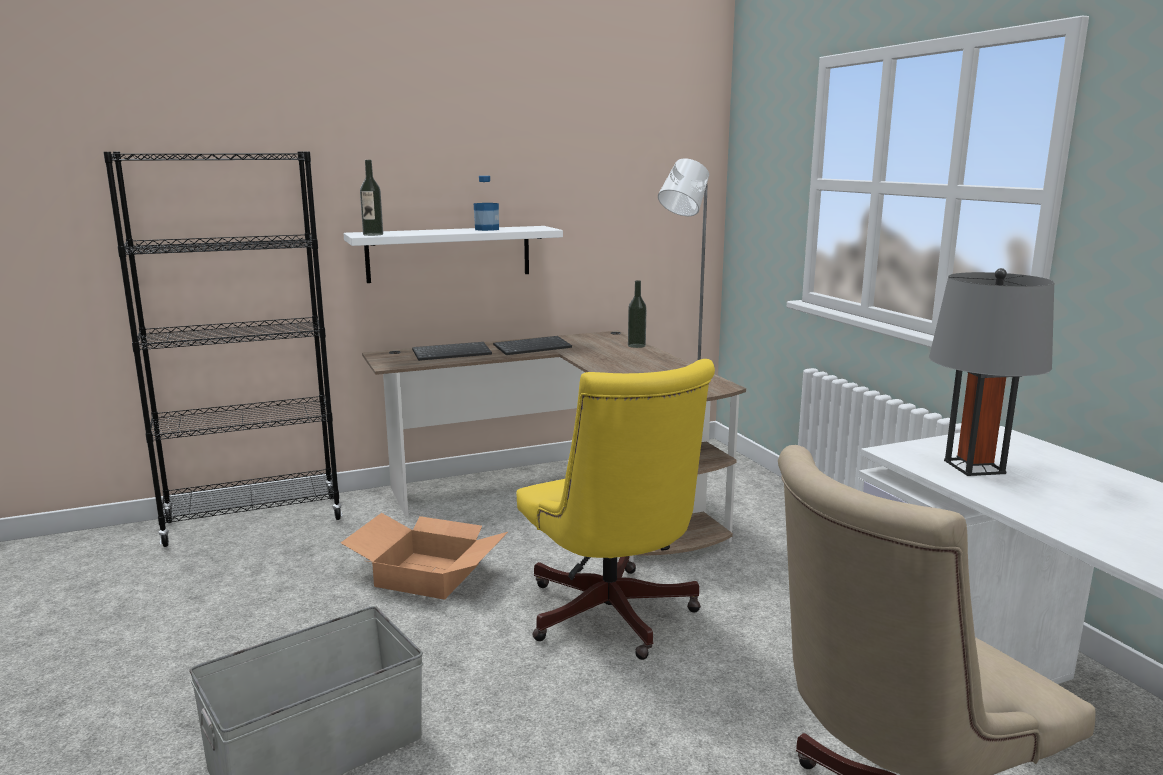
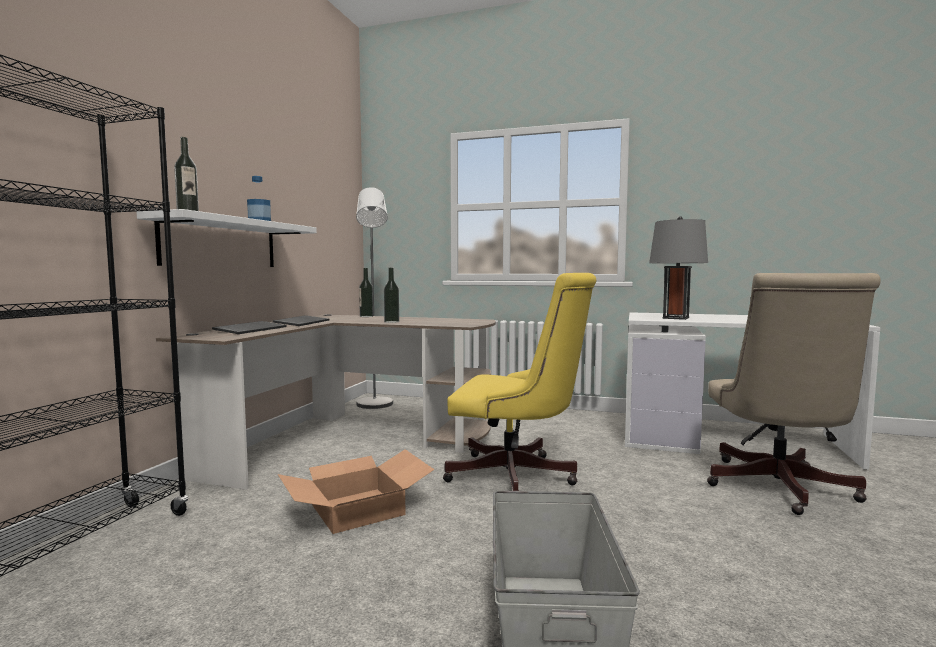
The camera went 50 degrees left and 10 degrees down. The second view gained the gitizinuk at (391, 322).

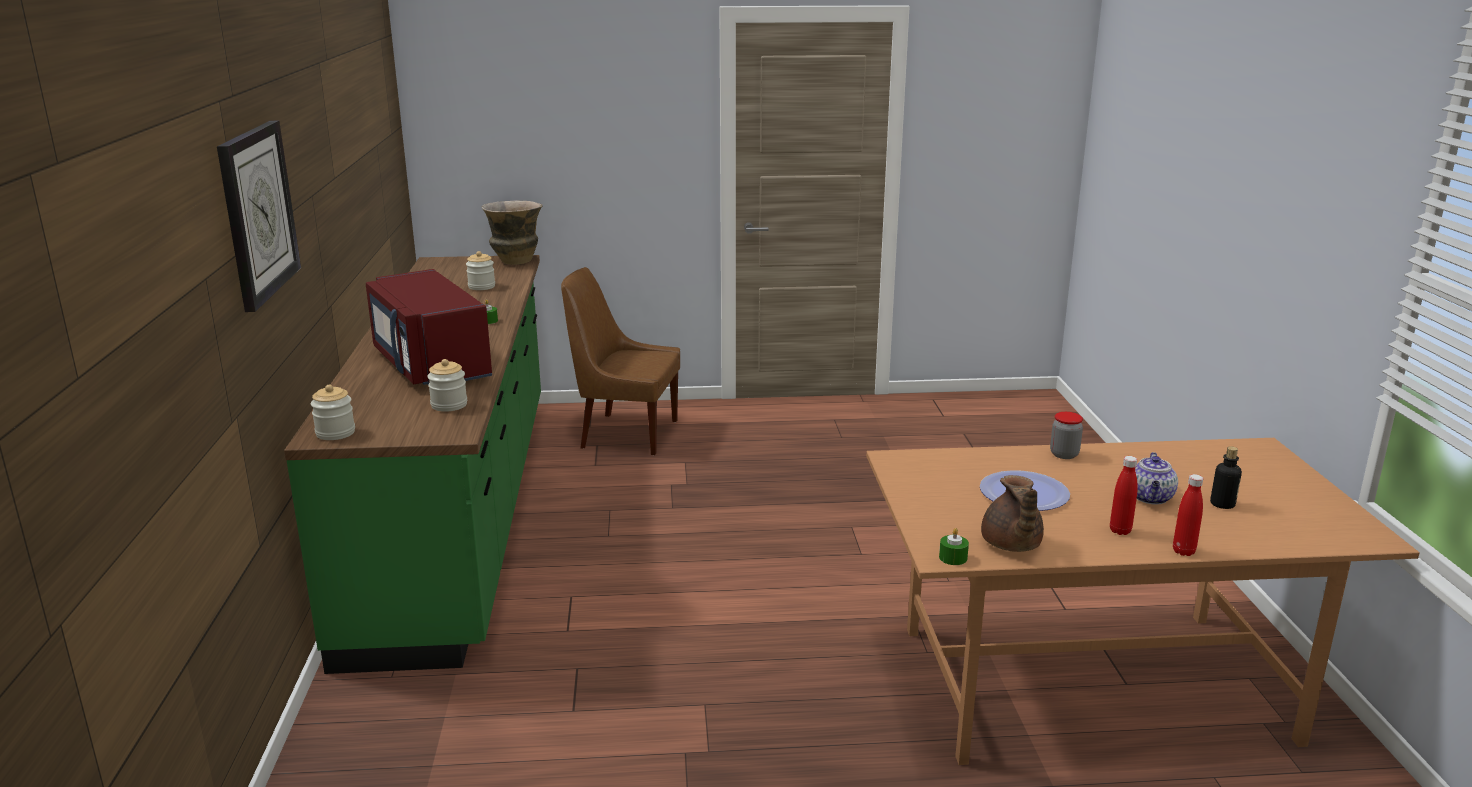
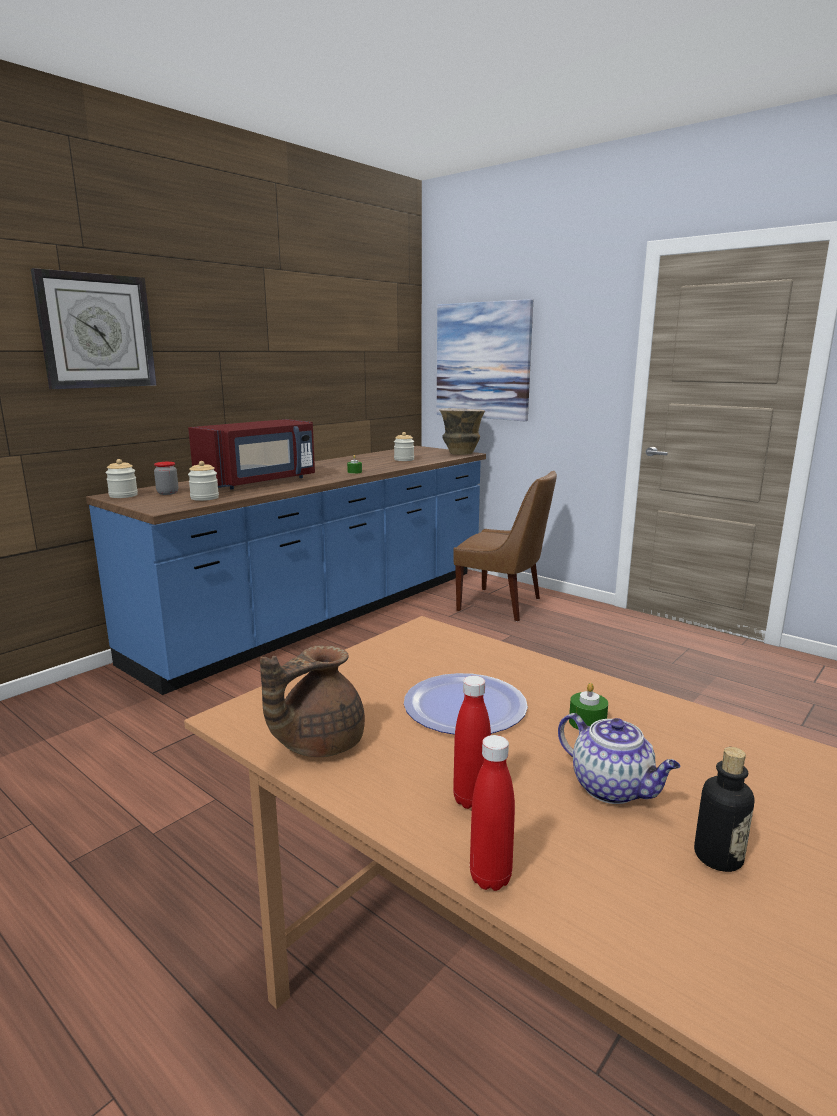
The camera went 45 degrees right and 5 degrees down. What was the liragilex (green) at (460, 513) turned into the liragilex (blue) at (327, 613). The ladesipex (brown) at (625, 434) ended up facing another way, 150 degrees clockwise from before. The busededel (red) at (430, 365) ended up facing another way, 150 degrees counterclockwise from before. The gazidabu ended up elsewhere, having gone from (1064, 454) to (167, 493). The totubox at (1151, 498) ended up facing another way, 105 degrees counterclockwise from before. The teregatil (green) ended up elsewhere, having gone from (953, 558) to (587, 722). The second view gained the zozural at (483, 361).

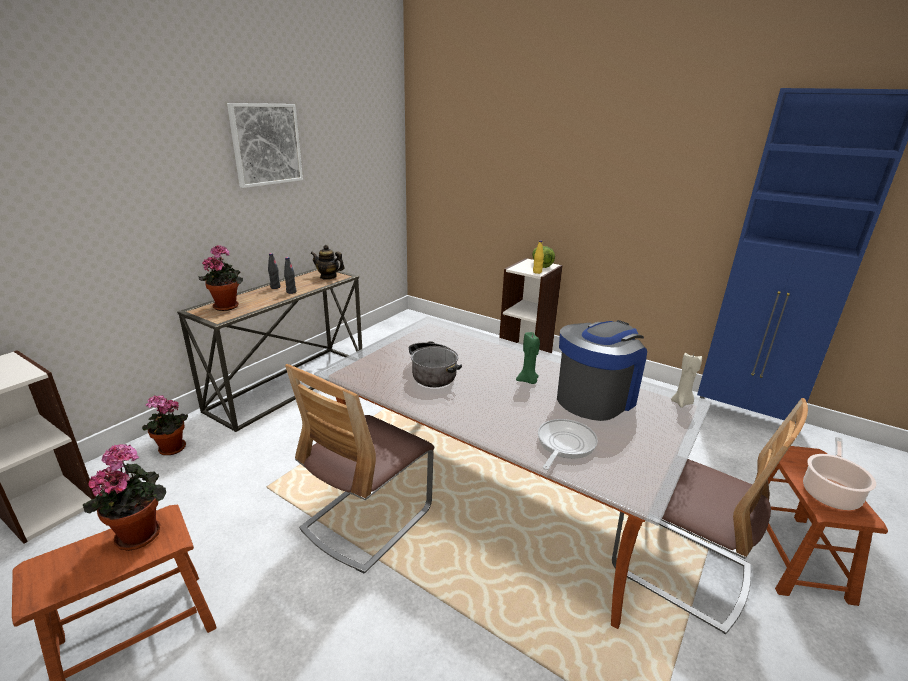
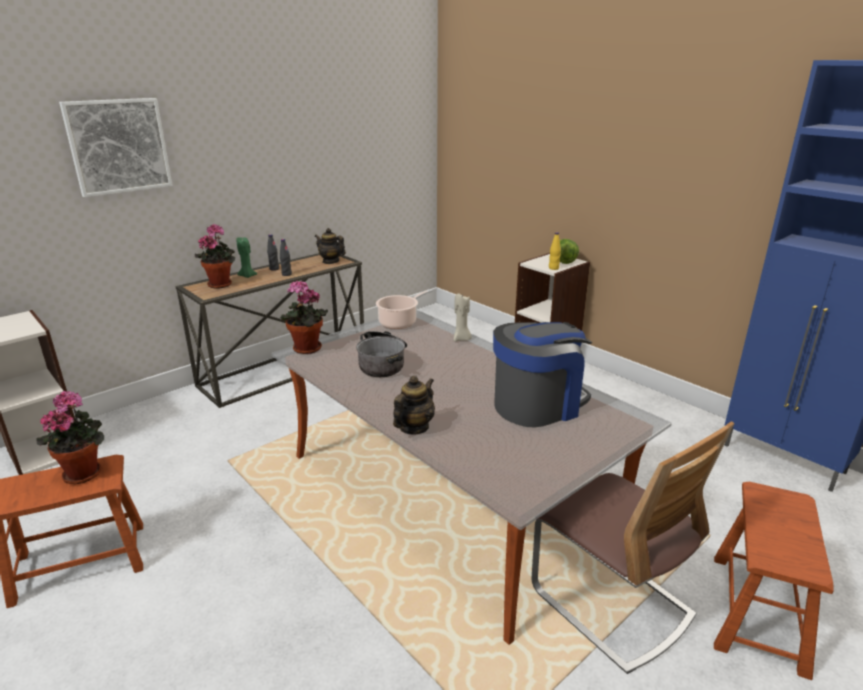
The camera went 15 degrees right and 0 degrees up. The zozural ended up elsewhere, having gone from (266, 144) to (118, 146). The teregatil (green) ended up elsewhere, having gone from (528, 381) to (247, 276). The teregatil (beige) ended up elsewhere, having gone from (682, 403) to (461, 339). The second view lost the ladesipex at (367, 519). The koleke ended up elsewhere, having gone from (171, 450) to (306, 350). The second view lost the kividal at (564, 444). The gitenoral ended up elsewhere, having gone from (830, 492) to (399, 322). The second view gained the totubox at (414, 427).

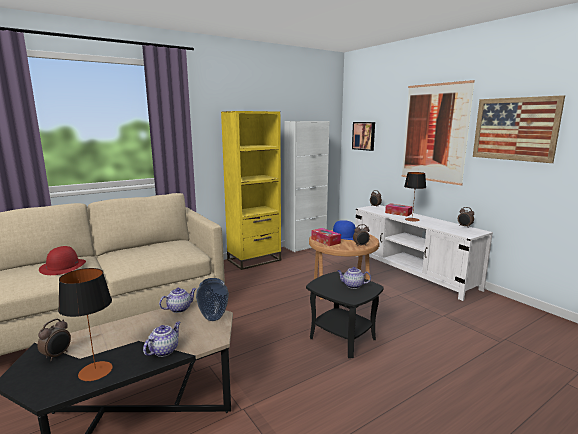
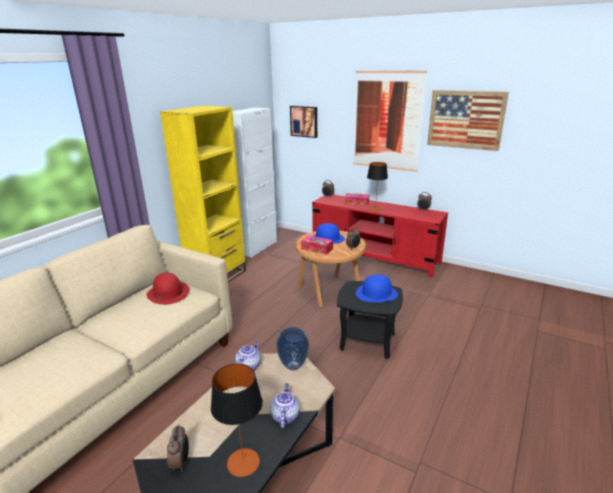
The camera went 25 degrees left and 10 degrees up. What was the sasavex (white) at (411, 271) turned into the sasavex (red) at (375, 256). The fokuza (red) ended up elsewhere, having gone from (63, 266) to (168, 293). Where the totubox stood at (352, 285), the fokuza (blue) came to stand at (376, 293).

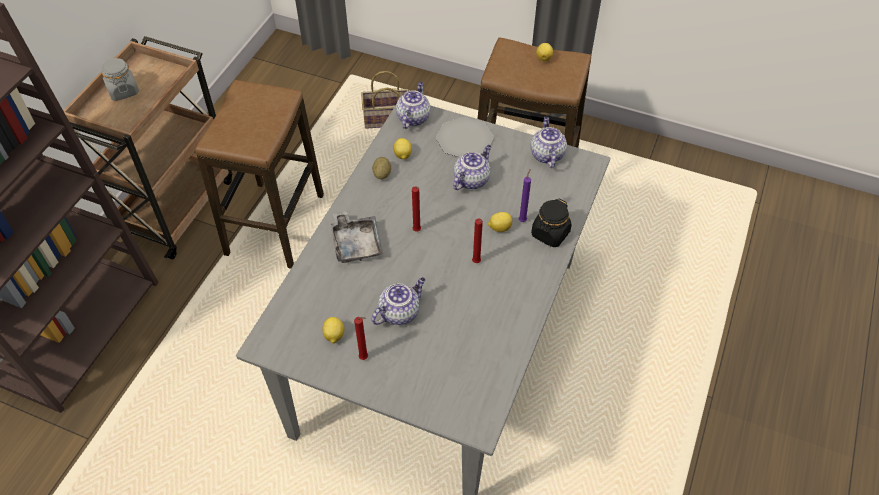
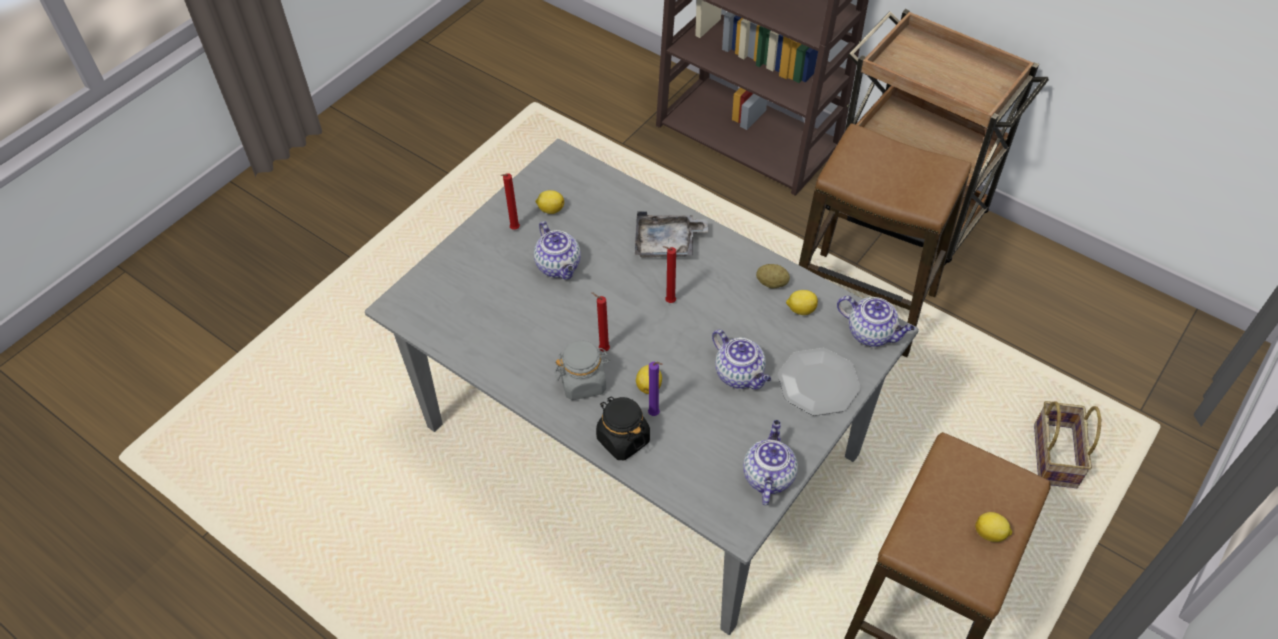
The camera went 105 degrees right and 0 degrees up. The gazidabu (grey) ended up elsewhere, having gone from (123, 91) to (583, 382). The totubox at (546, 154) ended up facing another way, 90 degrees counterclockwise from before.

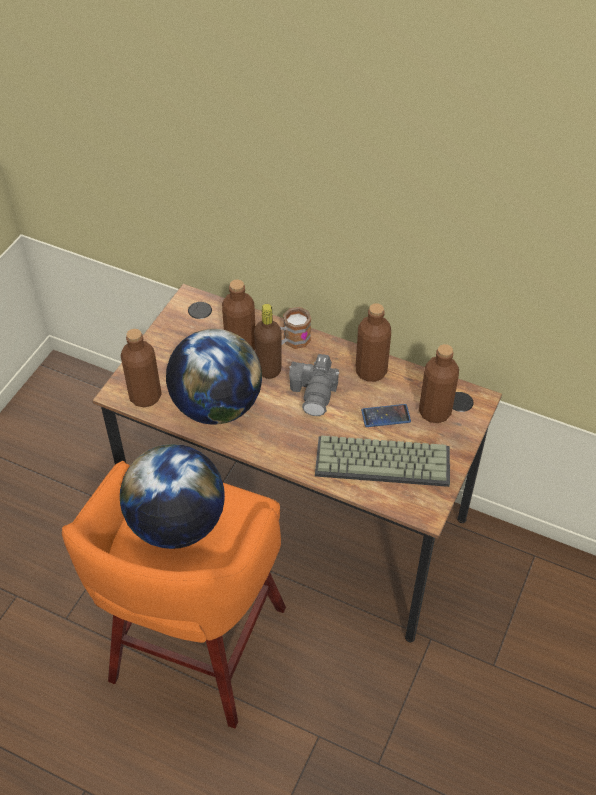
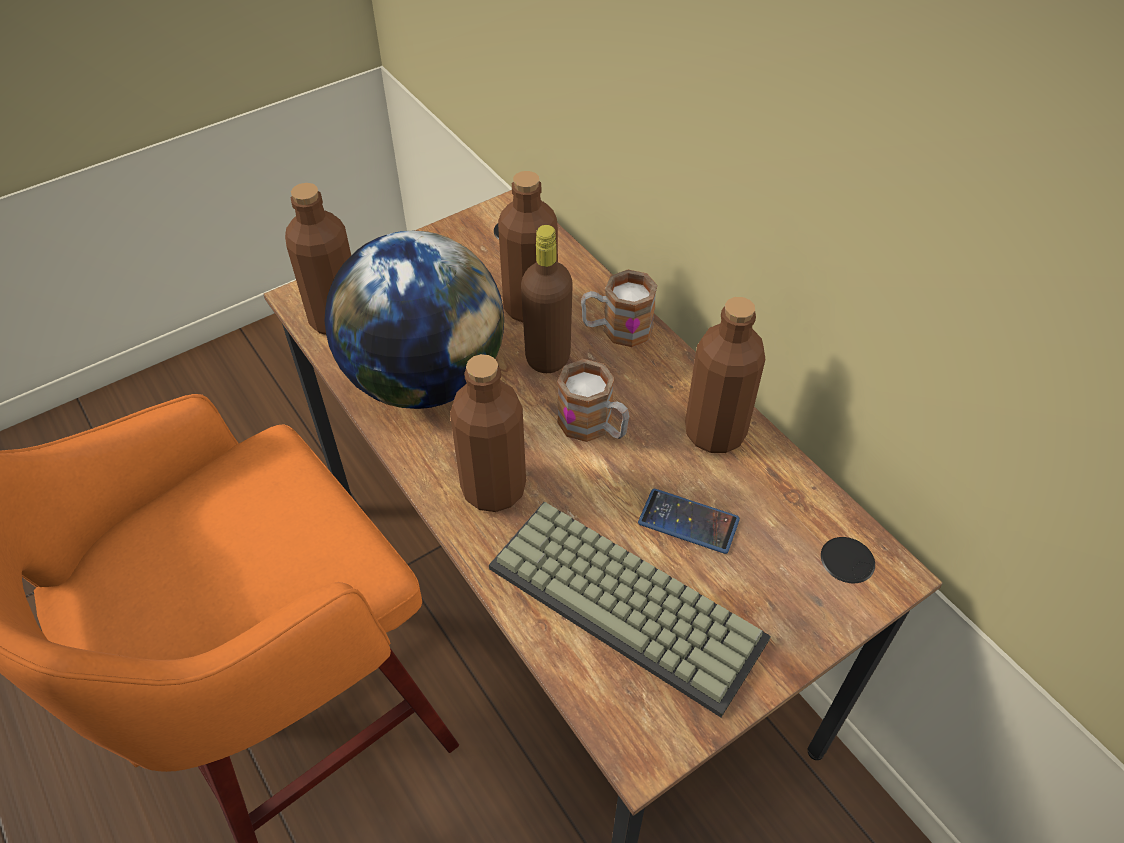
The camera went 30 degrees right and 0 degrees up. The gitizinuk (brown) ended up elsewhere, having gone from (434, 412) to (493, 488). Where the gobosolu stood at (315, 393), the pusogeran came to stand at (594, 426). The second view lost the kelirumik at (177, 524).

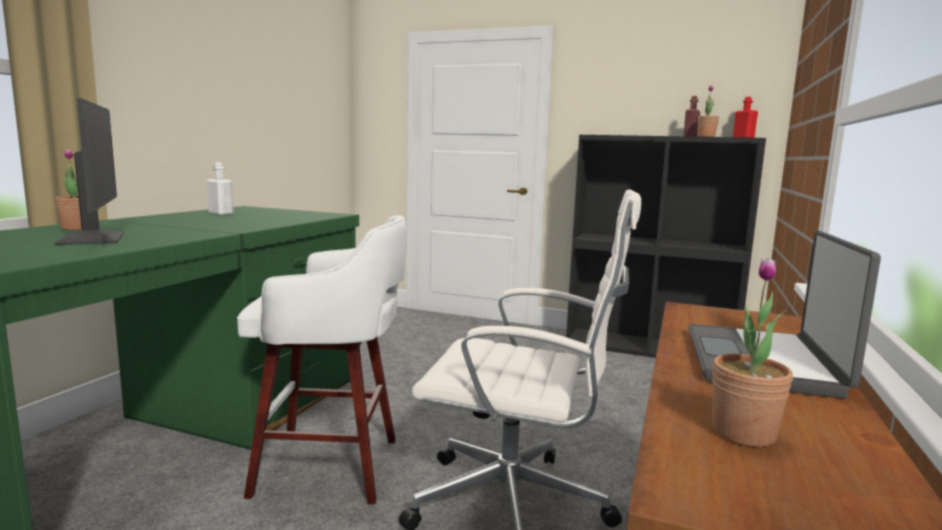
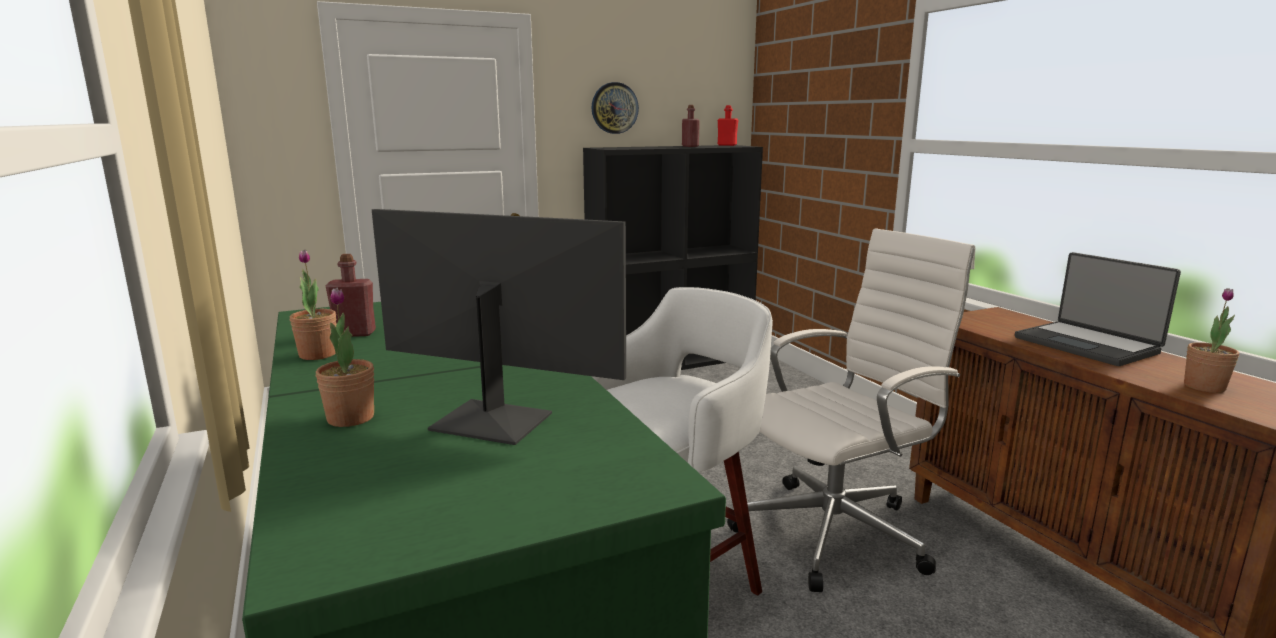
The camera went 45 degrees left and 5 degrees up. The koleke ended up elsewhere, having gone from (706, 137) to (318, 354). What was the gitizinuk (white) at (221, 214) turned into the gitizinuk (red) at (354, 333). The second view gained the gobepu at (614, 108).

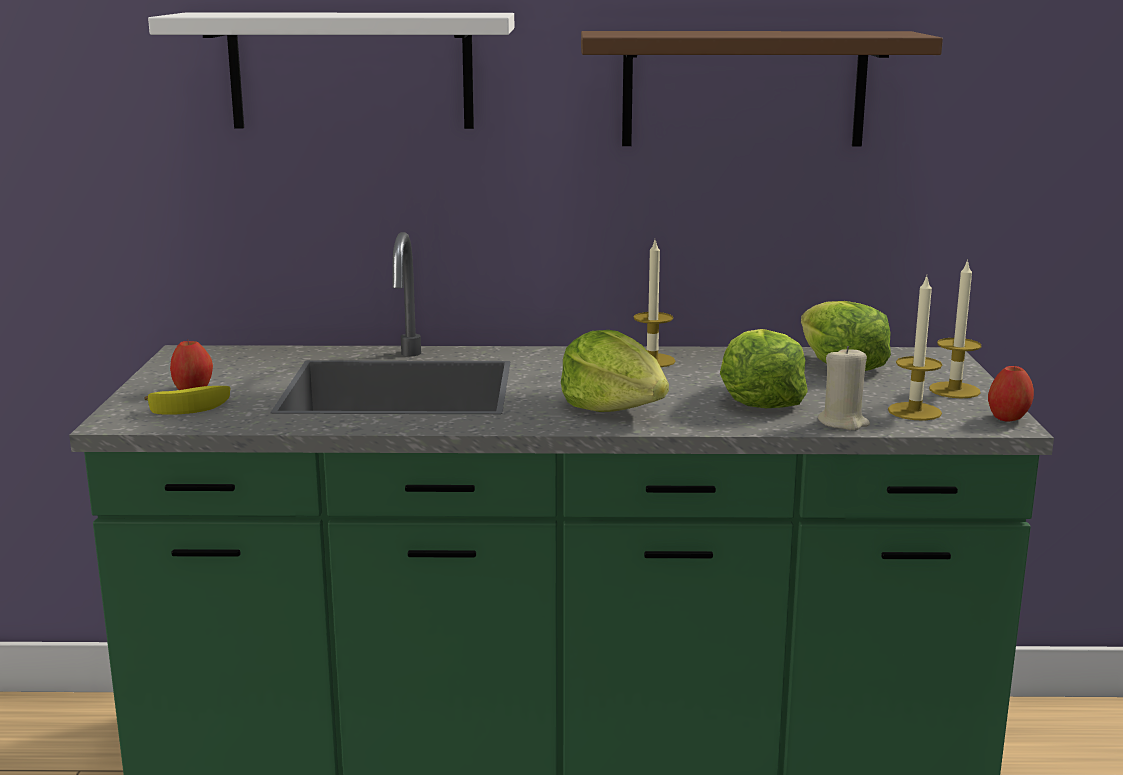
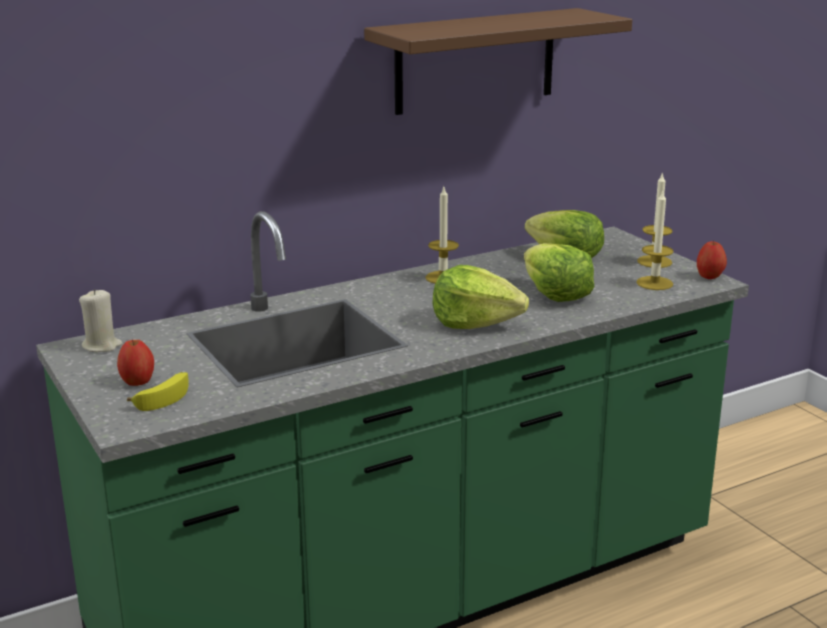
The camera went 30 degrees left and 5 degrees up. The second view lost the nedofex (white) at (351, 71). The teregatil (beige) ended up elsewhere, having gone from (843, 423) to (102, 346).

